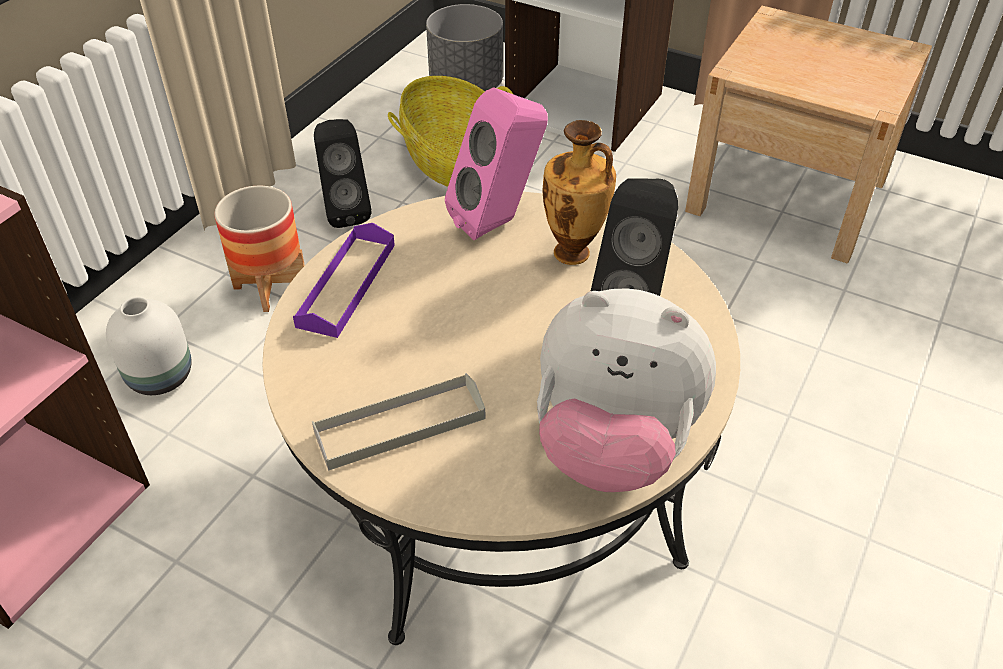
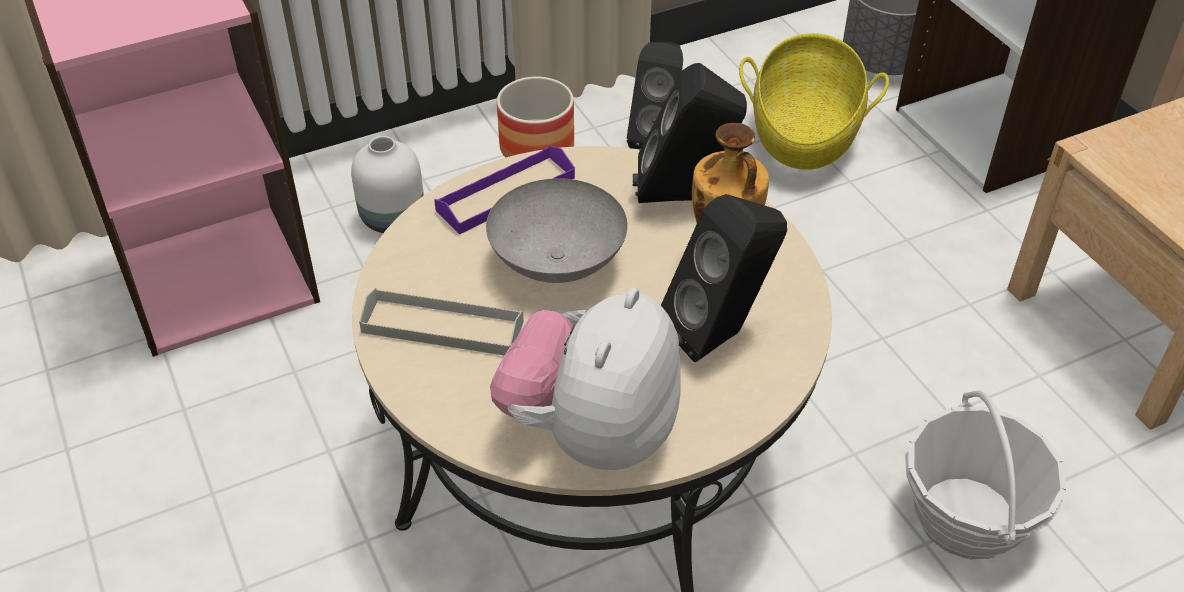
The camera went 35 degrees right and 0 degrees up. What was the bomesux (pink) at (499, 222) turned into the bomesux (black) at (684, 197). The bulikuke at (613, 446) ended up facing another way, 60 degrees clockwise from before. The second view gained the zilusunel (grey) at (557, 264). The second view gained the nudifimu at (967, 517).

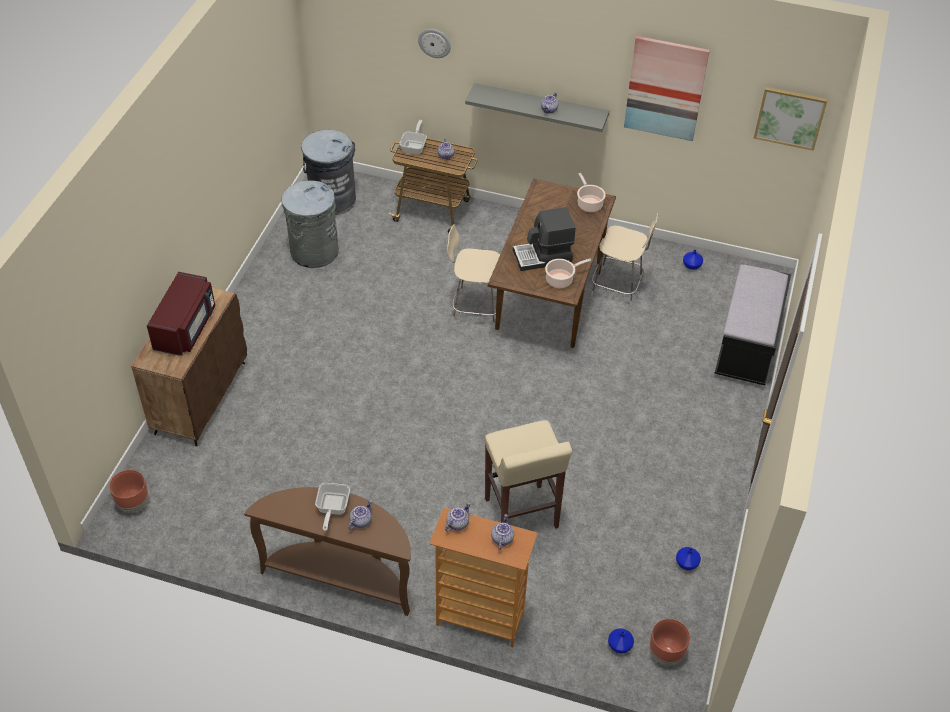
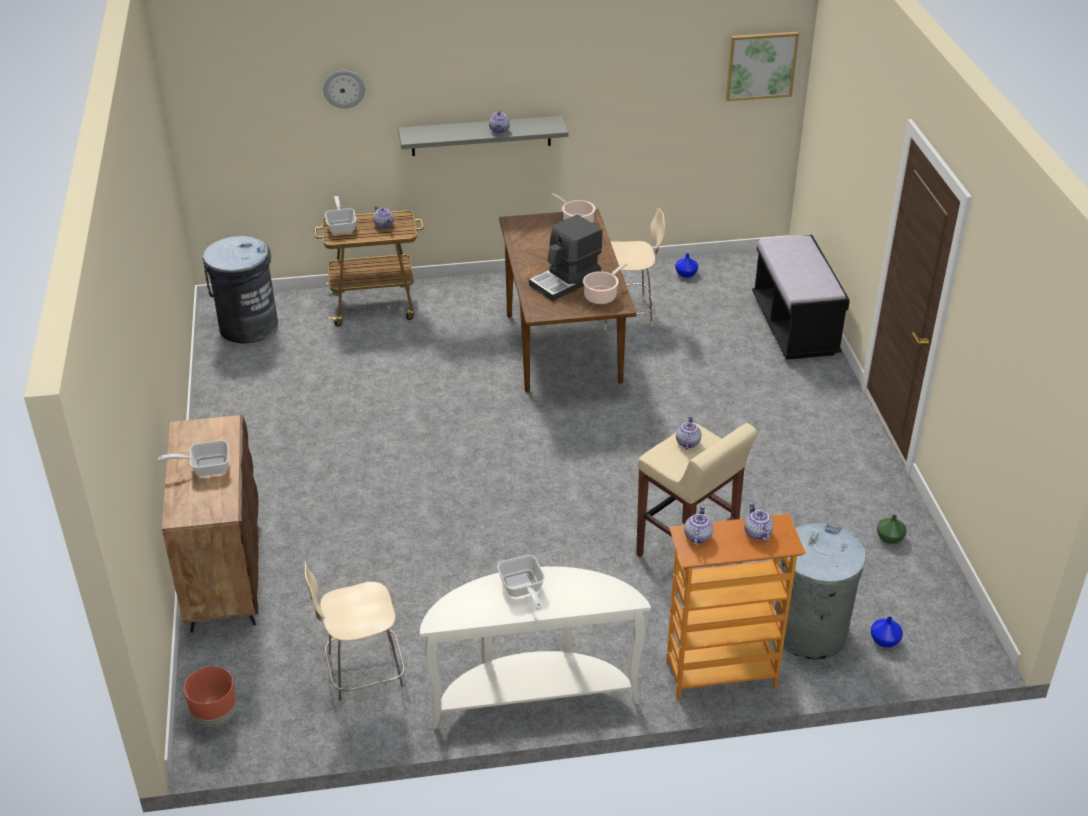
The camera went 25 degrees left and 10 degrees down. The second view lost the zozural at (665, 88). The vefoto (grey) ended up elsewhere, having gone from (313, 251) to (808, 632). The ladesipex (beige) ended up elsewhere, having gone from (475, 308) to (362, 676). Where the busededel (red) stood at (186, 328), the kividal came to stand at (205, 467). What was the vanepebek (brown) at (341, 577) turned into the vanepebek (white) at (532, 694). The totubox ended up elsewhere, having gone from (360, 521) to (687, 442). What was the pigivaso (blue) at (687, 563) turned into the pigivaso (green) at (889, 537). The second view lost the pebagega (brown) at (666, 654).

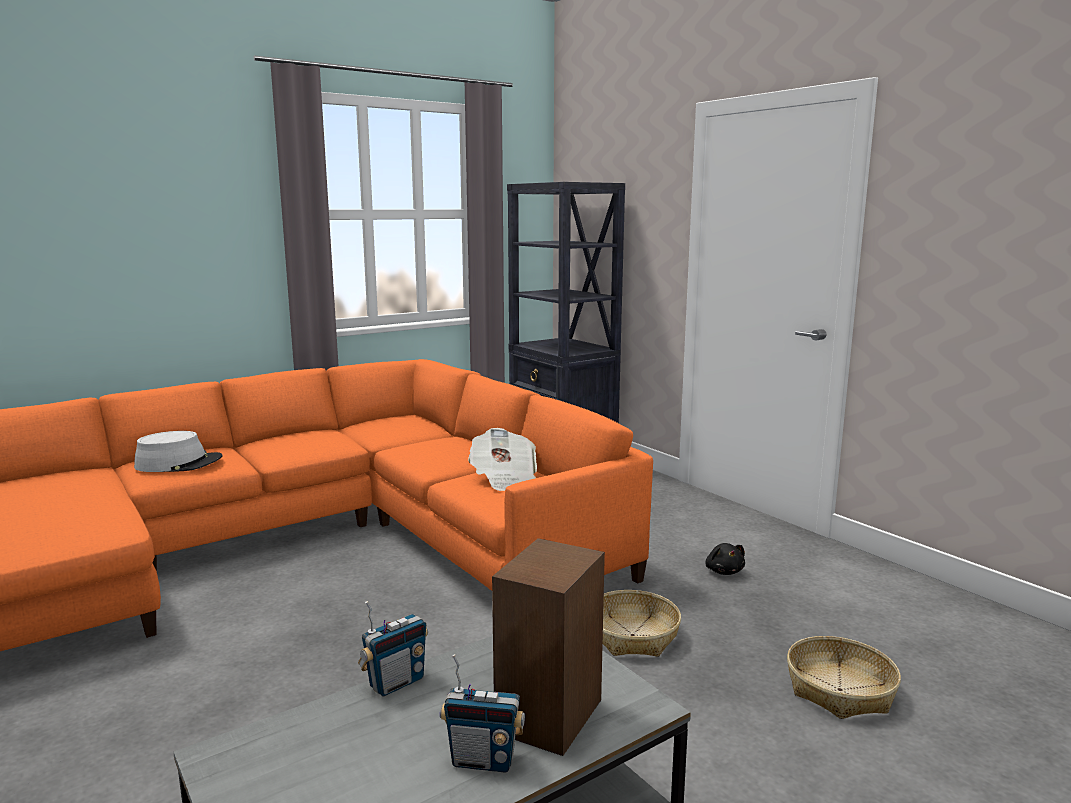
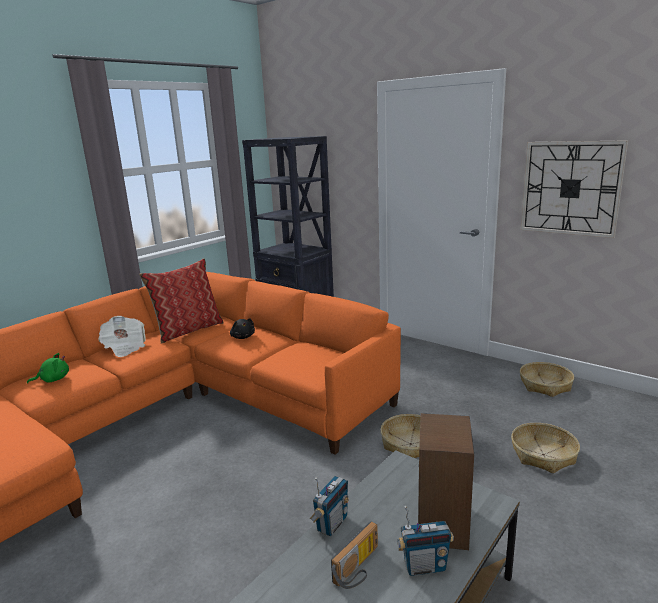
The camera went 15 degrees left and 5 degrees up. The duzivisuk ended up elsewhere, having gone from (503, 478) to (124, 347). Where the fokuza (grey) stood at (179, 463), the bulikuke (green) came to stand at (53, 379). The bulikuke (black) ended up elsewhere, having gone from (724, 571) to (243, 337). The second view gained the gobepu at (570, 188). The second view gained the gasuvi at (188, 330). The second view gained the nudifimu at (545, 385). The second view gained the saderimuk at (359, 568).

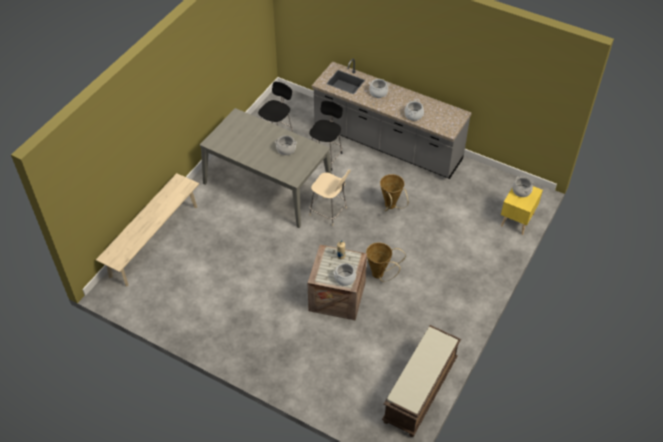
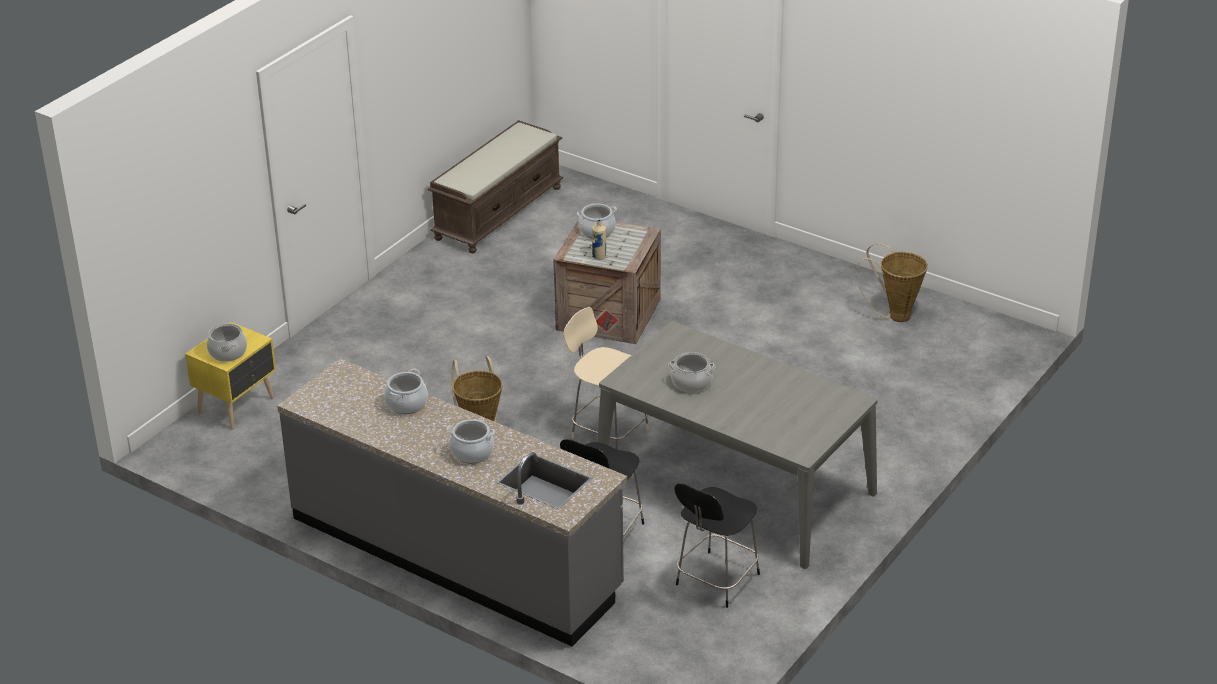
The camera went 175 degrees left and 15 degrees down. The second view lost the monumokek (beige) at (154, 240). The nudifimu ended up elsewhere, having gone from (380, 275) to (894, 315).

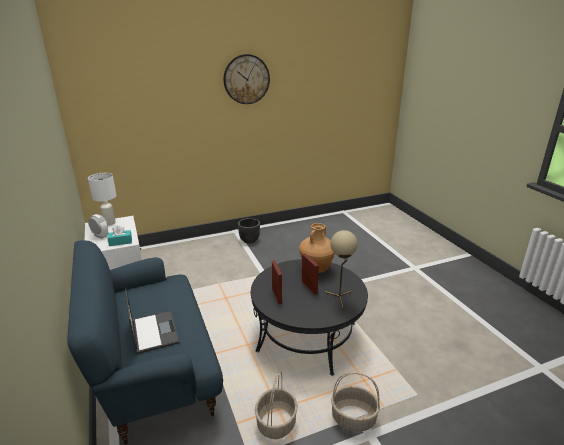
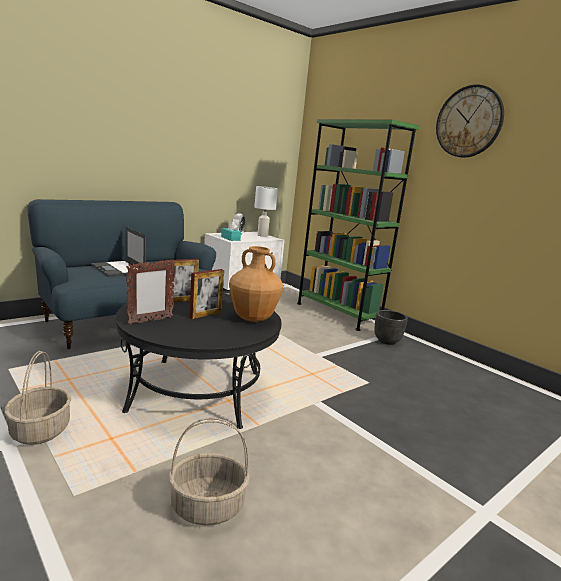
The camera went 70 degrees right and 10 degrees down. The second view lost the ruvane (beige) at (340, 298). The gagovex at (154, 331) ended up facing another way, 90 degrees clockwise from before. The nudifimu ended up elsewhere, having gone from (276, 422) to (208, 506). The second view gained the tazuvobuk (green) at (338, 313). The second view gained the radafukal at (150, 321).

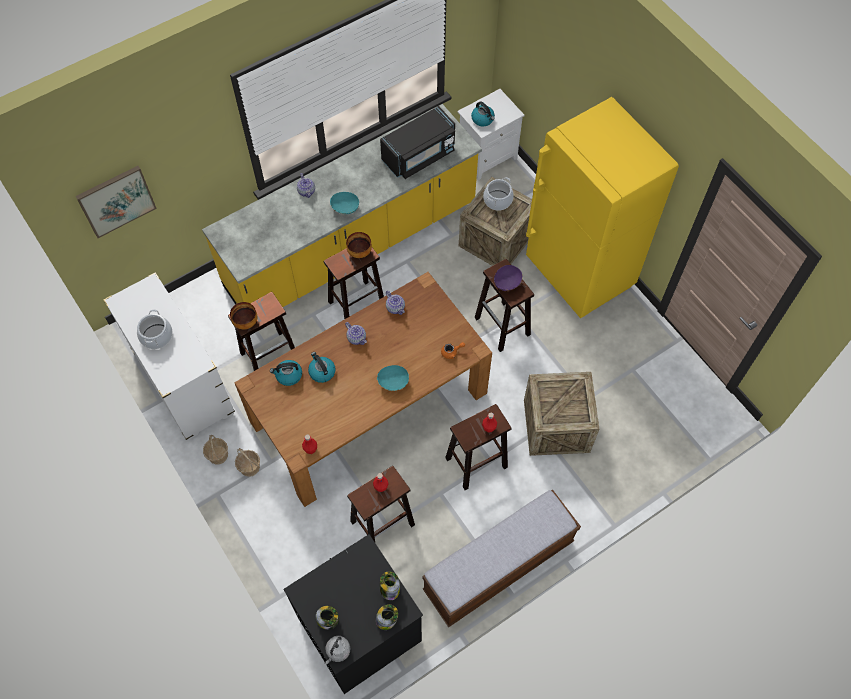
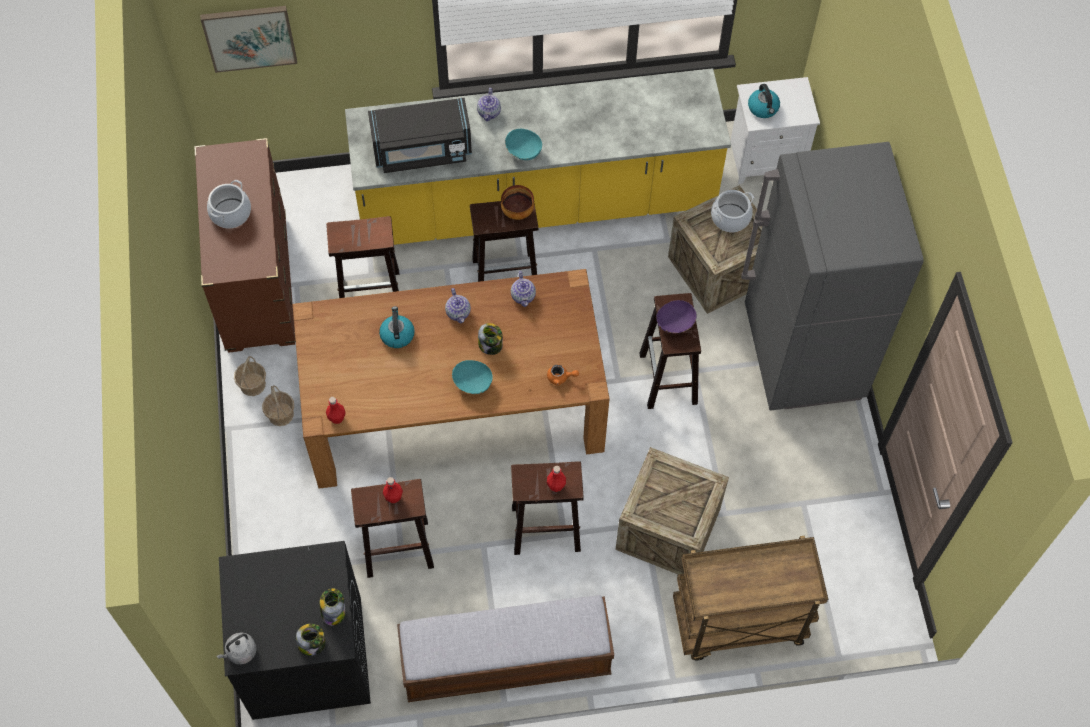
The camera went 25 degrees right and 0 degrees up. What was the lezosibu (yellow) at (579, 274) turned into the lezosibu (grey) at (802, 355). The busededel (black) ended up elsewhere, having gone from (419, 155) to (422, 150). What was the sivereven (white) at (183, 382) turned into the sivereven (brown) at (257, 282). The second view lost the zilusunel at (245, 322). The second view lost the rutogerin at (288, 375). The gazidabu ended up elsewhere, having gone from (328, 620) to (491, 345). The second view gained the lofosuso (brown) at (738, 624).

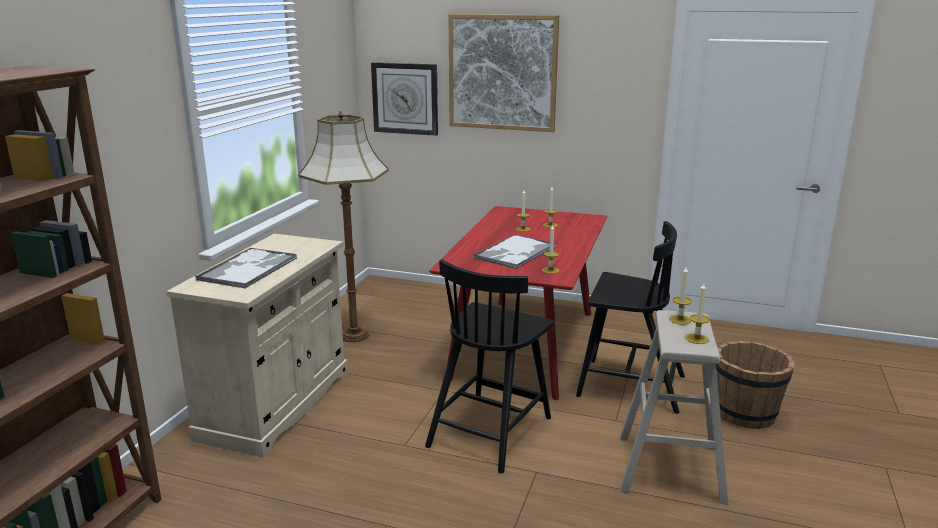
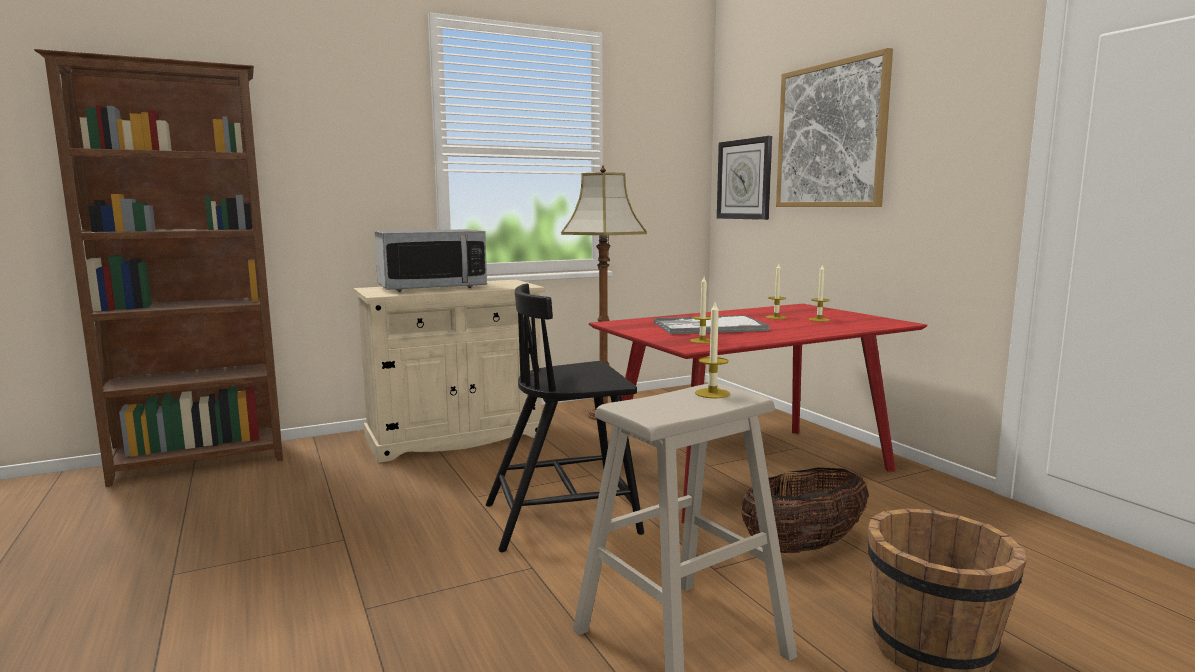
The camera went 45 degrees right and 10 degrees down. Where the ladesipex (black) stood at (629, 385), the nudifimu came to stand at (803, 547). Where the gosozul stood at (249, 268), the busededel came to stand at (432, 287). The second view lost the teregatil at (696, 338).

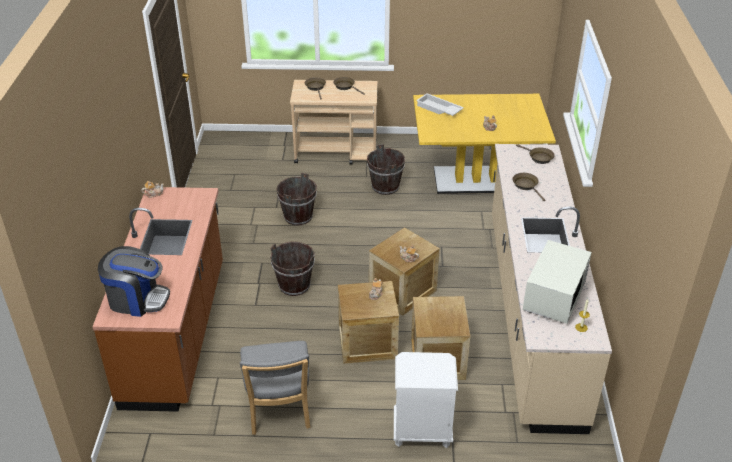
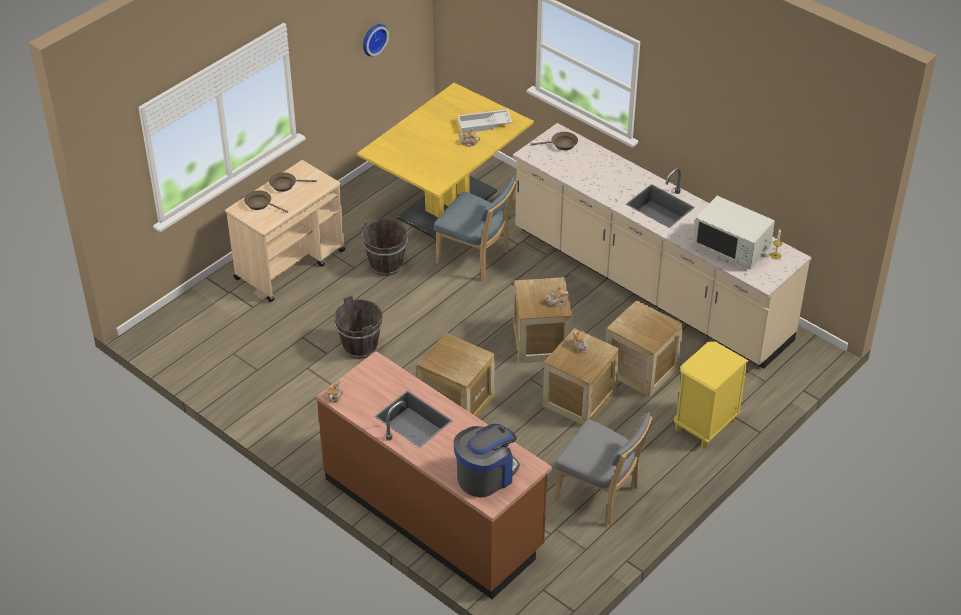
The camera went 50 degrees left and 5 degrees up. The gosozul (white) ended up elsewhere, having gone from (438, 109) to (484, 125). The second view lost the kividal (brown) at (526, 186). The busededel (white) at (553, 297) ended up facing another way, 150 degrees clockwise from before. Where the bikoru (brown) stood at (294, 285), the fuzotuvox came to stand at (456, 403). What was the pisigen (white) at (422, 431) turned into the pisigen (yellow) at (705, 425). The second view gained the gobepu at (373, 38). The second view gained the ladesipex (blue) at (476, 258).

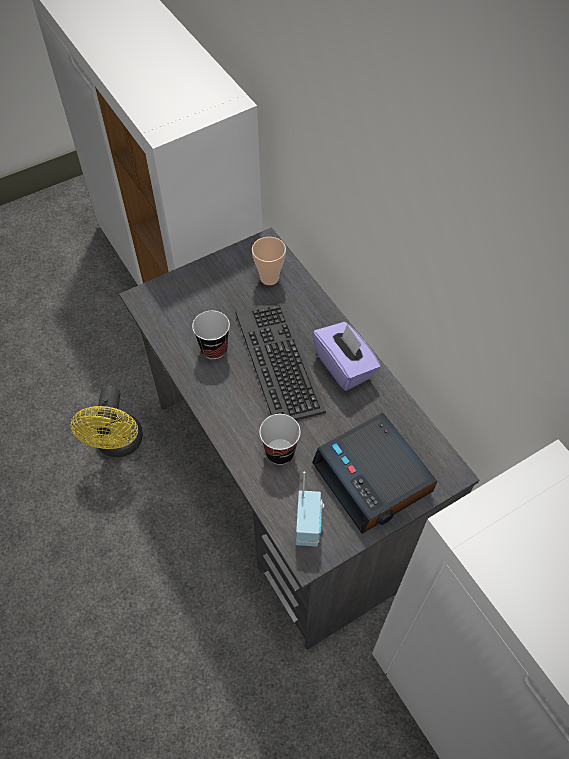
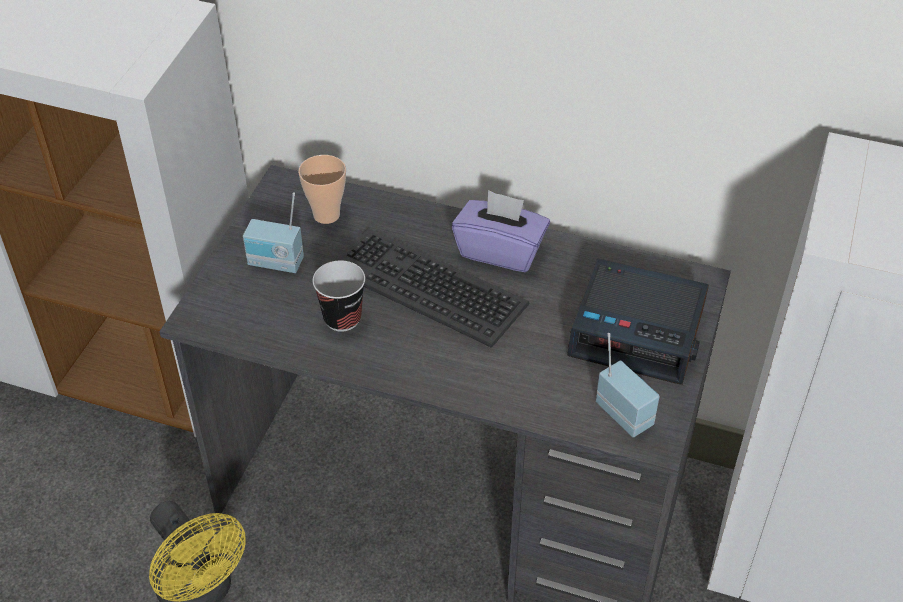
The camera went 40 degrees left and 10 degrees down. The second view lost the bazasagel at (280, 452). The second view gained the saderimuk at (275, 264).

